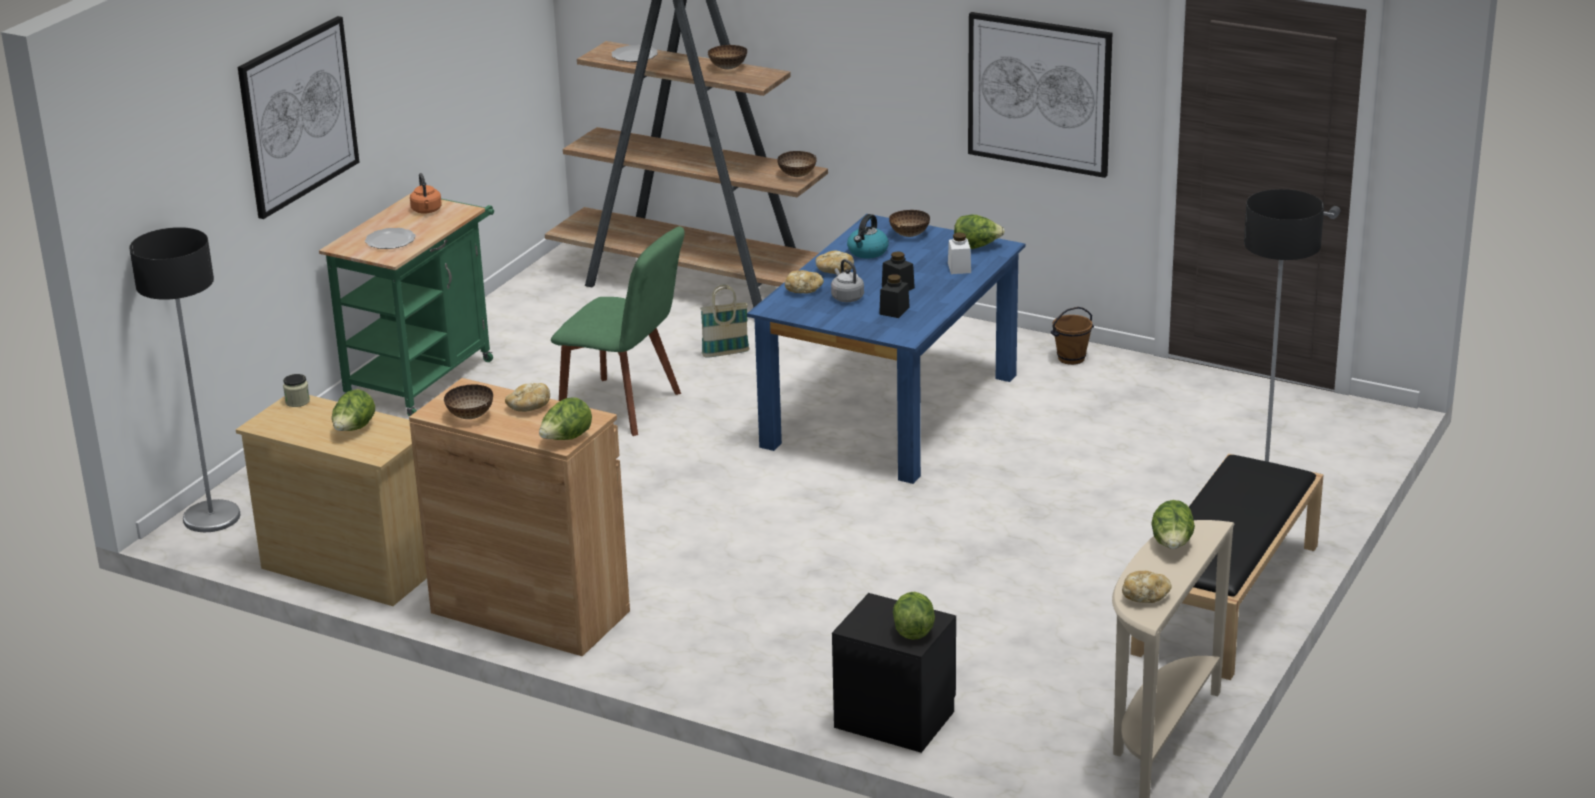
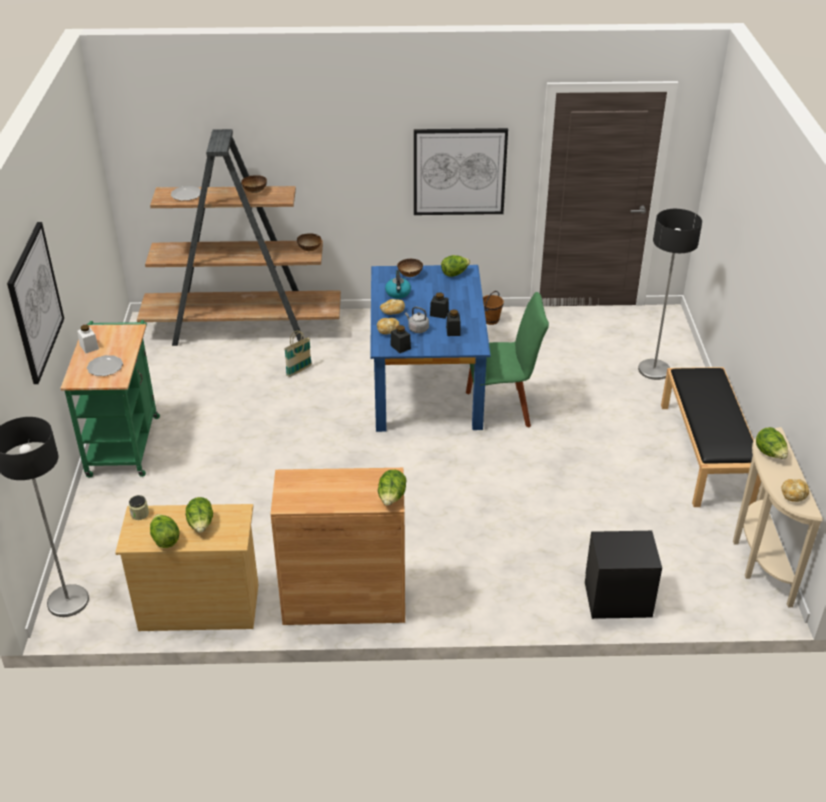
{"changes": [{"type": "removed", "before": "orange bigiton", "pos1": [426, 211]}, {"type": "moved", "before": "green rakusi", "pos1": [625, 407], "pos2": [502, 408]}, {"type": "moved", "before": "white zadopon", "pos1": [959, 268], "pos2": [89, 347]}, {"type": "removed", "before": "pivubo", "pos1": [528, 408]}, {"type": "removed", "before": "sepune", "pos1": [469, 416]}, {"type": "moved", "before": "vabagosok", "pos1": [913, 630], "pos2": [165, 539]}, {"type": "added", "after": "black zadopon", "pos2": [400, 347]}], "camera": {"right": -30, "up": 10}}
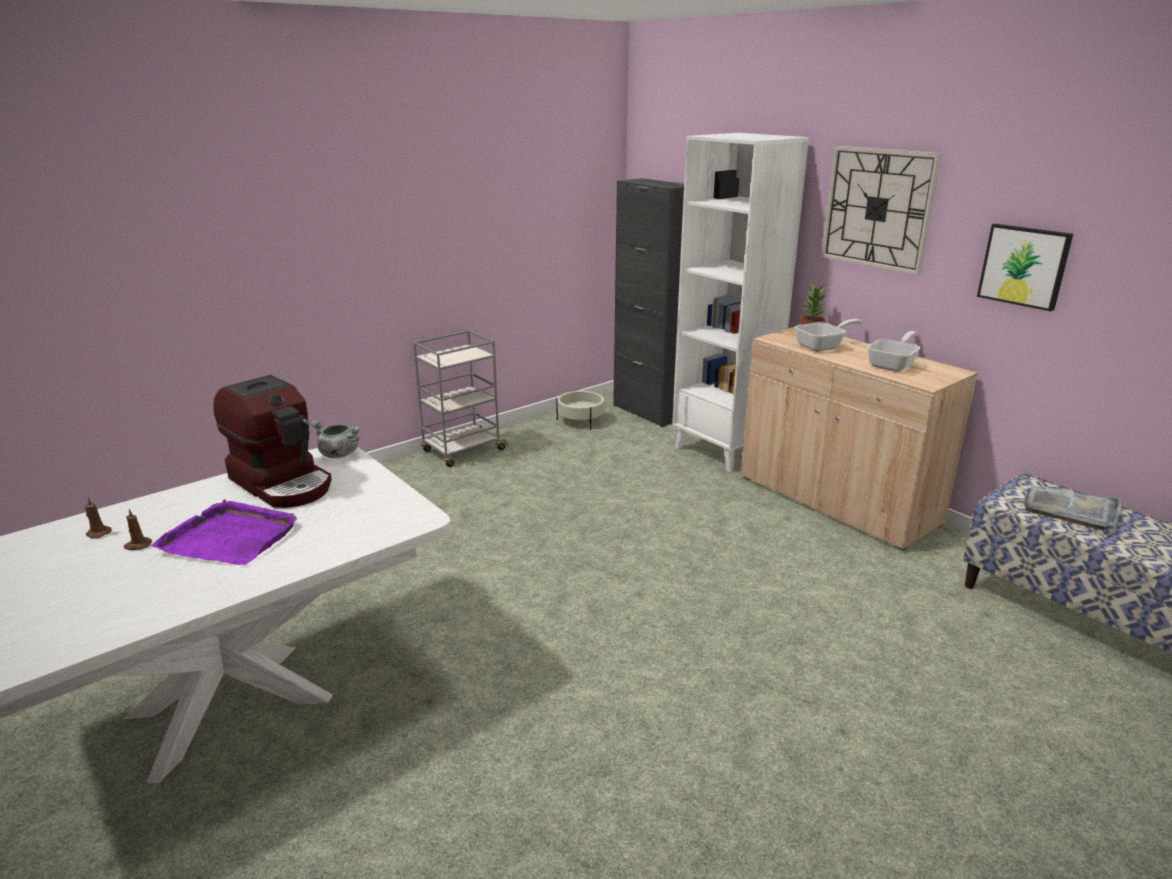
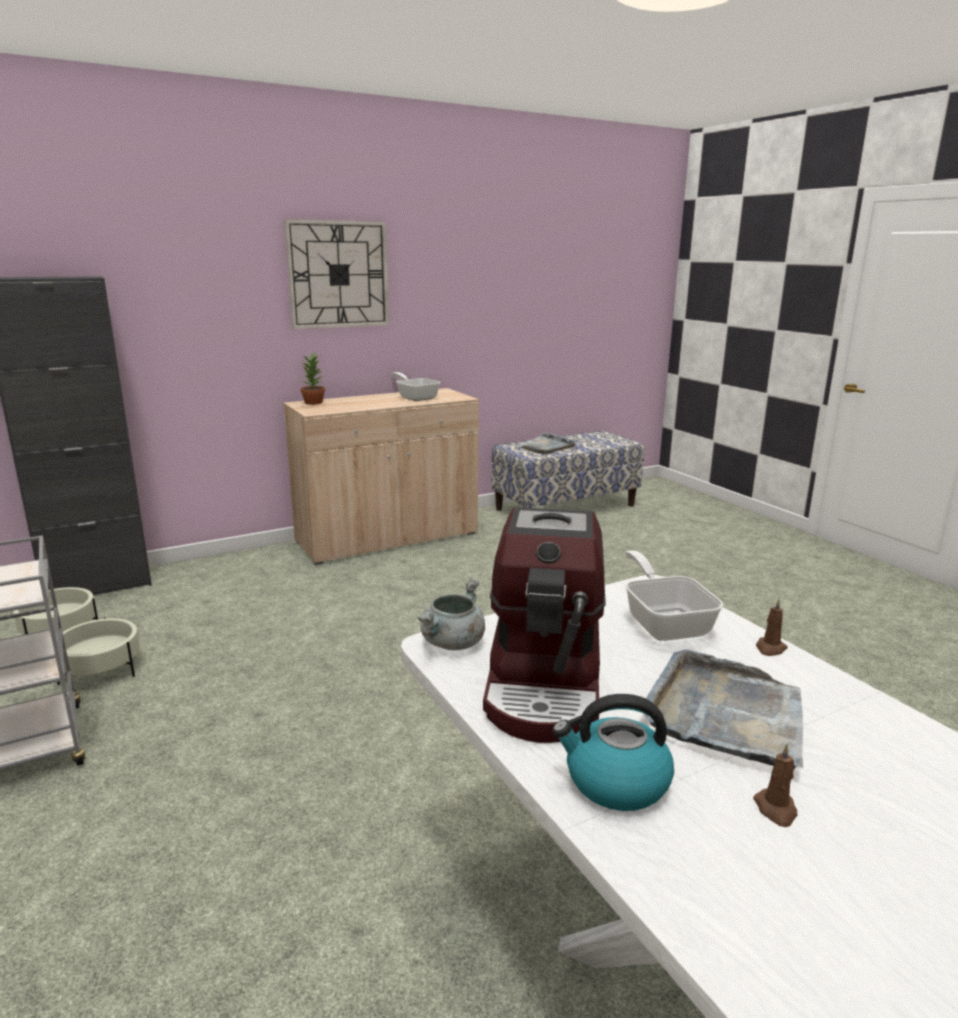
{"changes": [{"type": "removed", "before": "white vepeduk", "pos1": [723, 451]}, {"type": "removed", "before": "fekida", "pos1": [1024, 266]}, {"type": "moved", "before": "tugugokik", "pos1": [823, 346], "pos2": [664, 621]}, {"type": "turned", "before": "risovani", "pos1": [283, 483], "pos2": [546, 684], "turn": 135}, {"type": "moved", "before": "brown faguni", "pos1": [98, 533], "pos2": [770, 648]}, {"type": "recoloured", "before": "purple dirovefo", "after": "grey dirovefo", "pos1": [230, 537], "pos2": [725, 713]}, {"type": "added", "after": "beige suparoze", "pos2": [101, 669]}, {"type": "added", "after": "bigiton", "pos2": [615, 782]}], "camera": {"right": -80, "up": -5}}
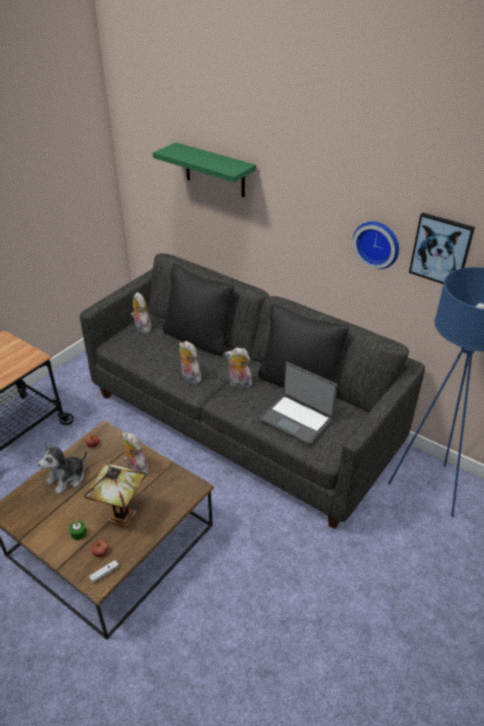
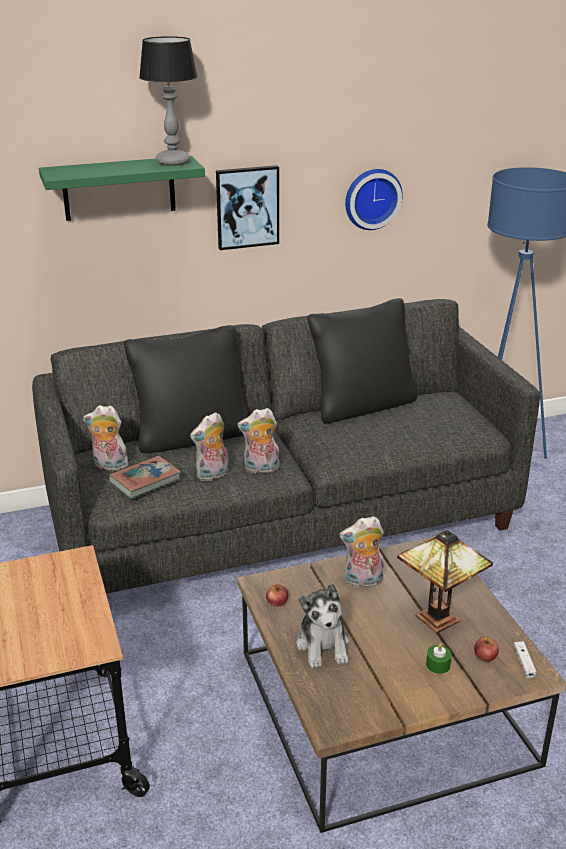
{"changes": [{"type": "moved", "before": "fekida", "pos1": [441, 250], "pos2": [247, 207]}, {"type": "moved", "before": "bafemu", "pos1": [238, 384], "pos2": [212, 475]}, {"type": "removed", "before": "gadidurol", "pos1": [297, 419]}, {"type": "added", "after": "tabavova", "pos2": [173, 162]}, {"type": "added", "after": "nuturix", "pos2": [145, 481]}], "camera": {"right": -55, "up": -10}}
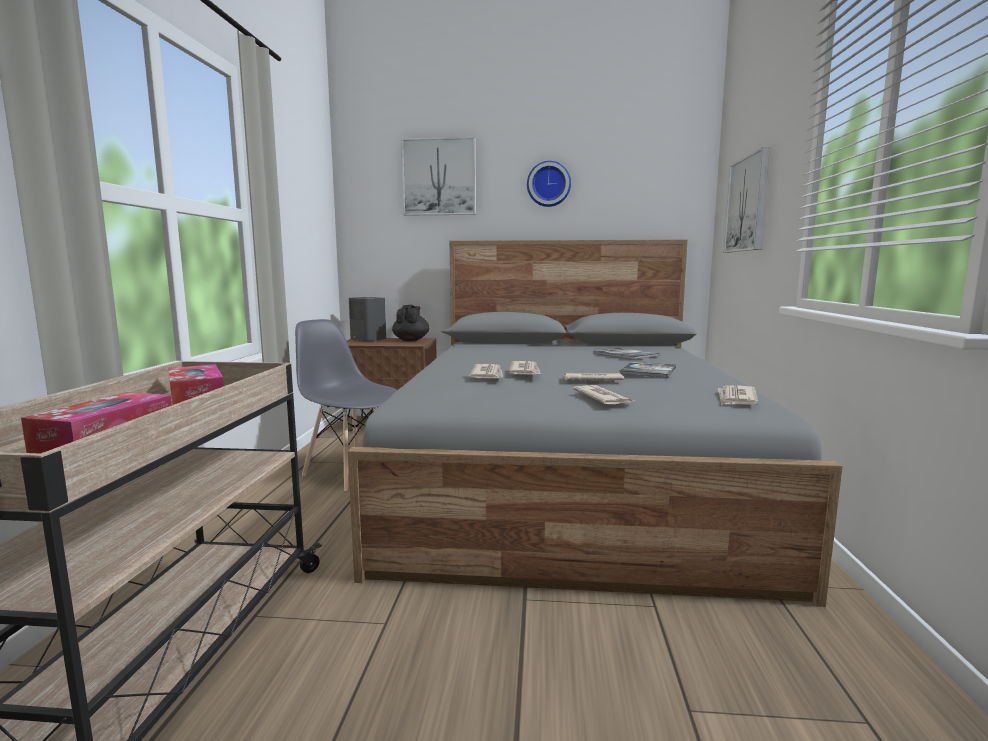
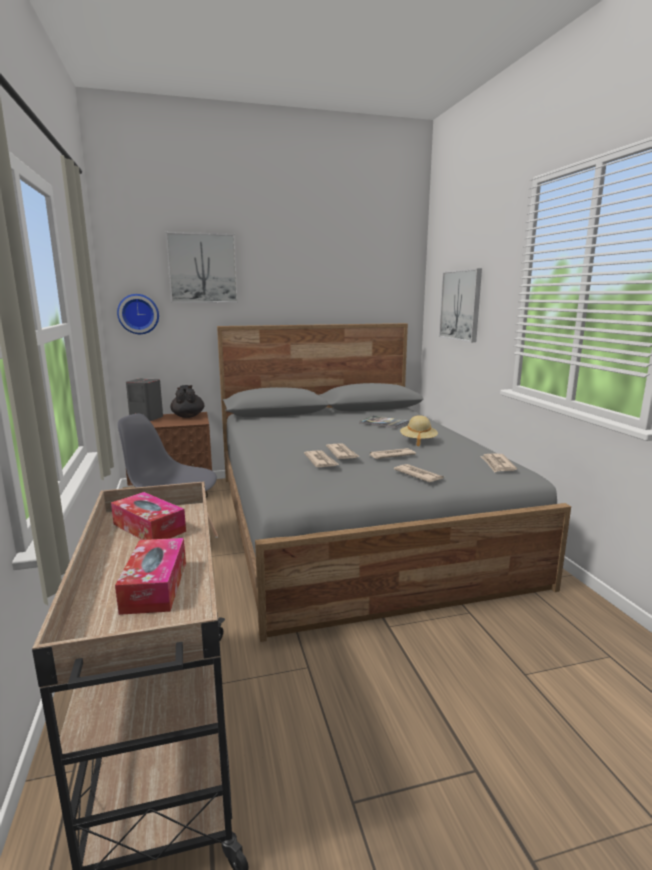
{"changes": [{"type": "moved", "before": "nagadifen", "pos1": [548, 184], "pos2": [138, 314]}, {"type": "replaced", "before": "nuturix", "after": "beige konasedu", "pos1": [648, 371], "pos2": [418, 441]}], "camera": {"right": -20, "up": 5}}
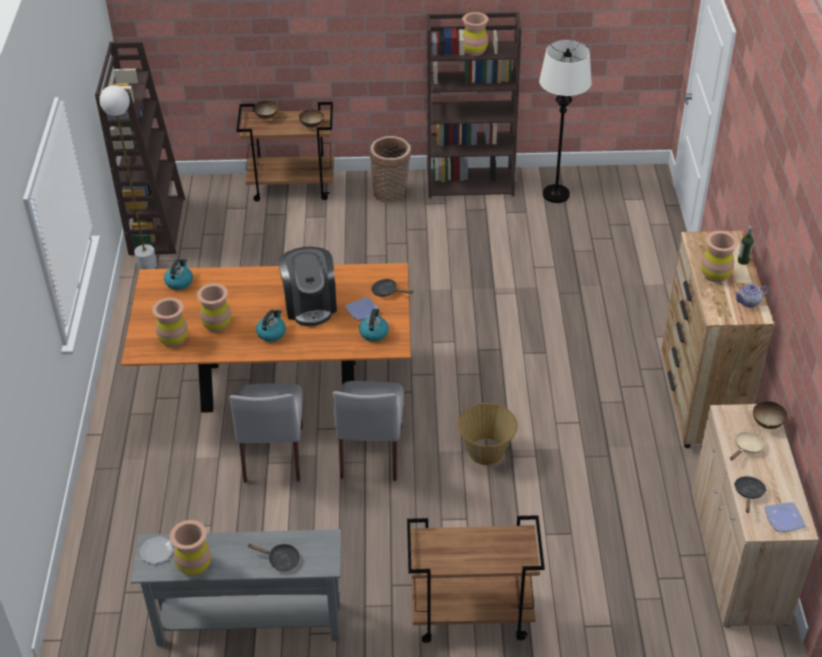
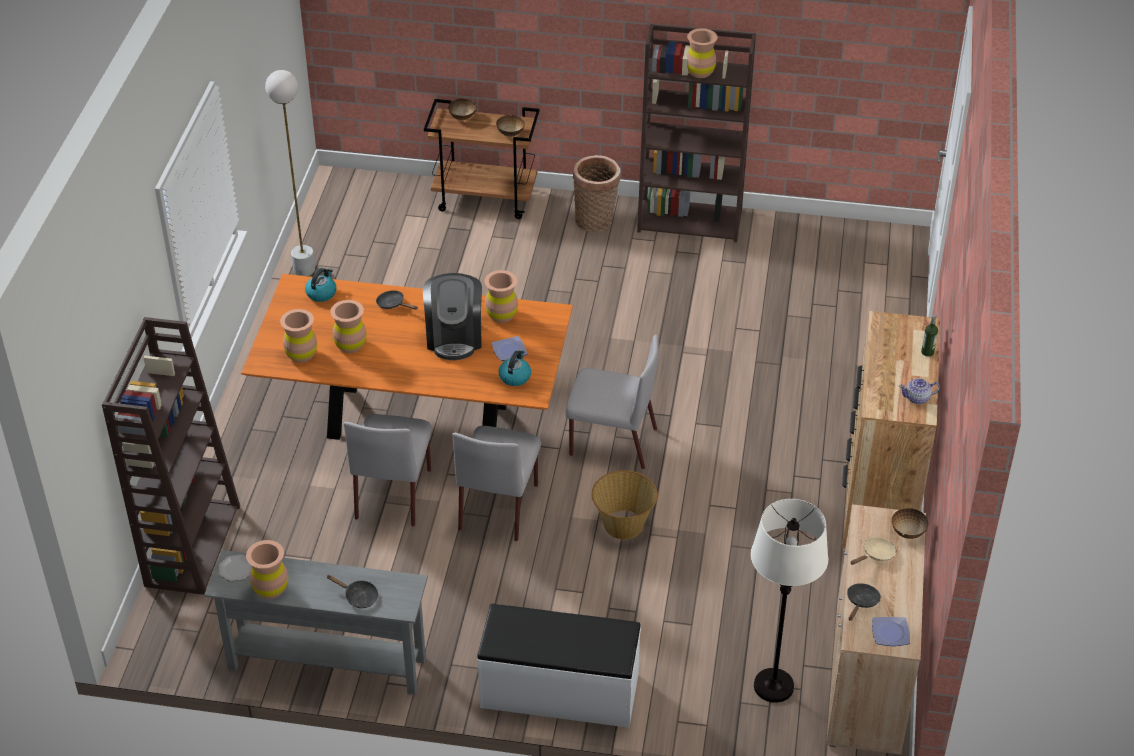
{"changes": [{"type": "moved", "before": "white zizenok", "pos1": [556, 194], "pos2": [773, 686]}, {"type": "moved", "before": "brown vepeduk", "pos1": [156, 225], "pos2": [192, 544]}, {"type": "moved", "before": "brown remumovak", "pos1": [715, 274], "pos2": [501, 315]}, {"type": "moved", "before": "black tugugokik", "pos1": [387, 292], "pos2": [393, 304]}, {"type": "removed", "before": "bigiton", "pos1": [271, 333]}, {"type": "replaced", "before": "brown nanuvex", "after": "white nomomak", "pos1": [470, 616], "pos2": [559, 692]}, {"type": "added", "after": "grey rakusi", "pos2": [611, 442]}], "camera": {"right": 10, "up": 0}}
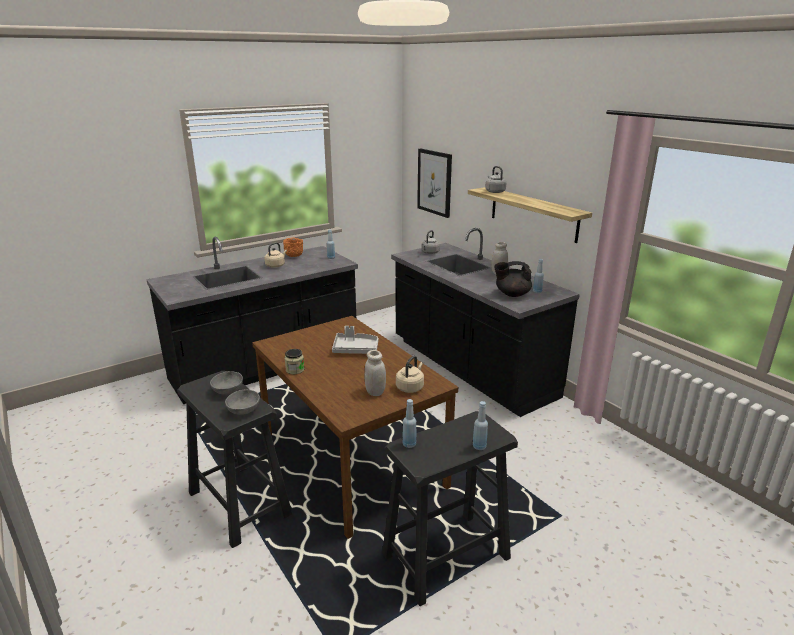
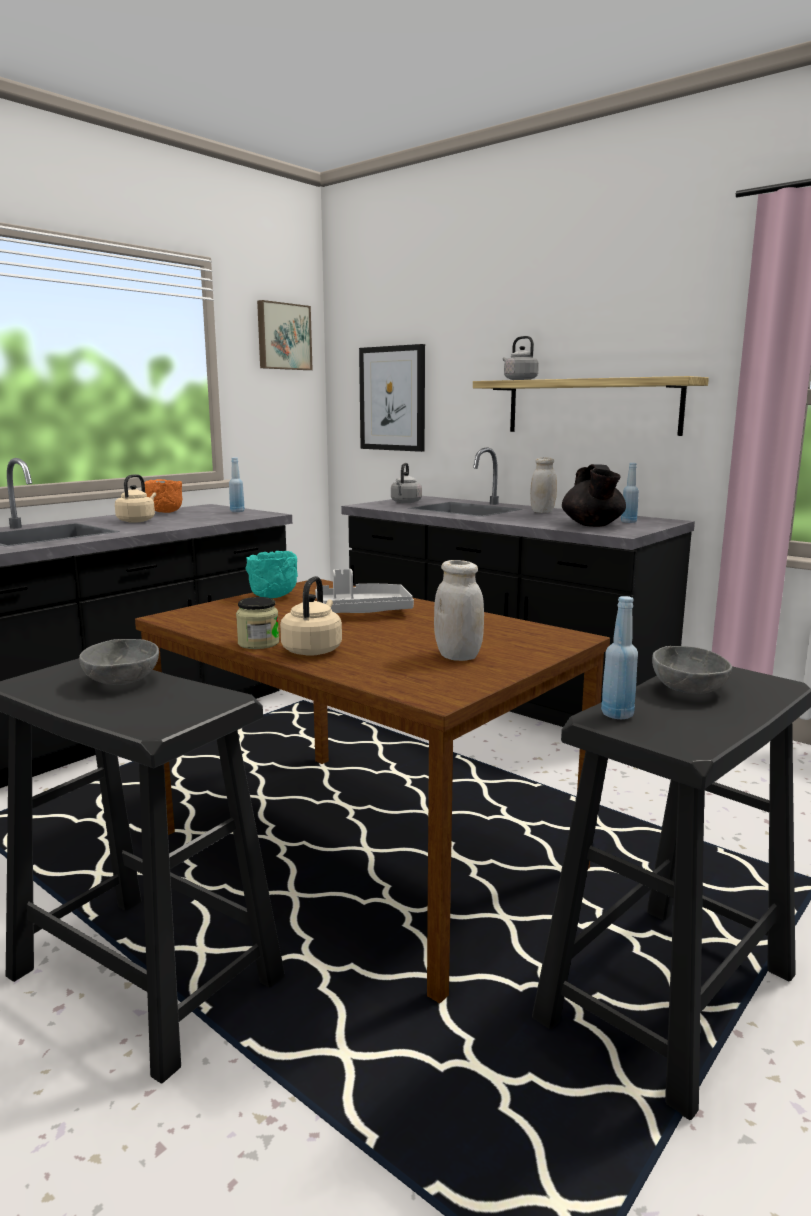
{"changes": [{"type": "turned", "before": "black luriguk", "pos1": [512, 294], "pos2": [592, 525], "turn": -75}, {"type": "moved", "before": "beige bigiton", "pos1": [410, 387], "pos2": [313, 650]}, {"type": "moved", "before": "grey sepune", "pos1": [244, 410], "pos2": [690, 690]}, {"type": "removed", "before": "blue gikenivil", "pos1": [479, 446]}, {"type": "added", "after": "fekida", "pos2": [283, 336]}, {"type": "added", "after": "turquoise sepune", "pos2": [274, 597]}], "camera": {"right": -15, "up": -10}}
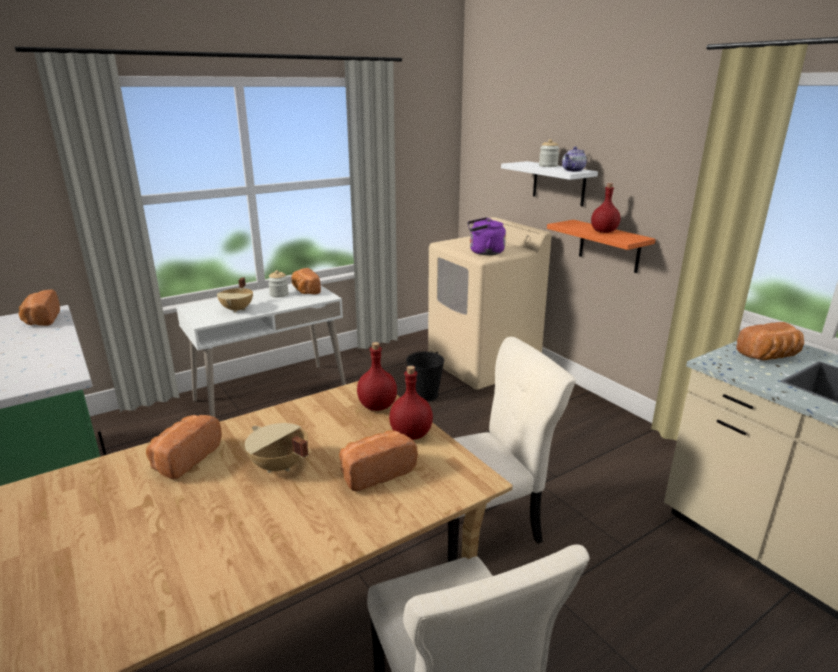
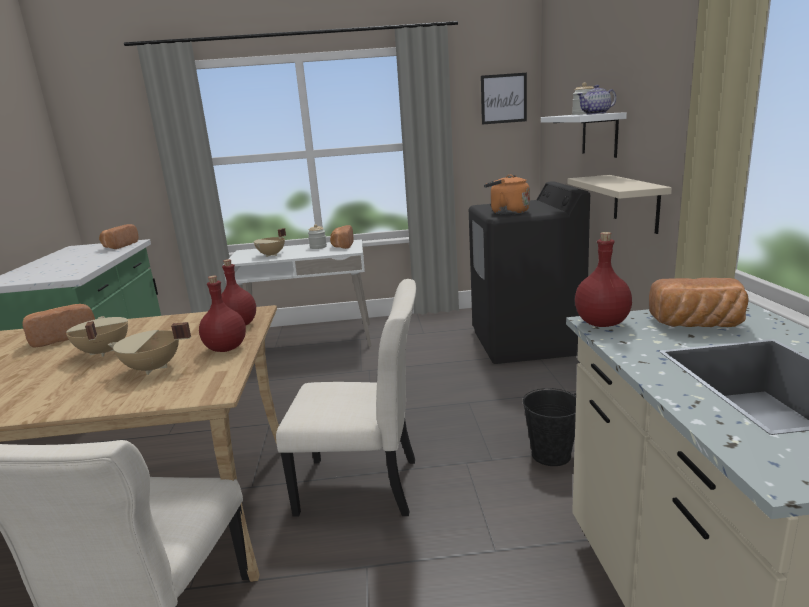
{"changes": [{"type": "moved", "before": "red gikenivil", "pos1": [603, 231], "pos2": [601, 323]}, {"type": "recoloured", "before": "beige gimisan", "after": "black gimisan", "pos1": [483, 364], "pos2": [525, 342]}, {"type": "recoloured", "before": "purple bigiton", "after": "orange bigiton", "pos1": [484, 252], "pos2": [507, 212]}, {"type": "recoloured", "before": "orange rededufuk", "after": "beige rededufuk", "pos1": [609, 246], "pos2": [636, 203]}, {"type": "moved", "before": "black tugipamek", "pos1": [425, 395], "pos2": [551, 455]}, {"type": "replaced", "before": "pivubo", "after": "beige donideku", "pos1": [375, 472], "pos2": [153, 369]}, {"type": "added", "after": "fekida", "pos2": [503, 98]}], "camera": {"right": 30, "up": -5}}
